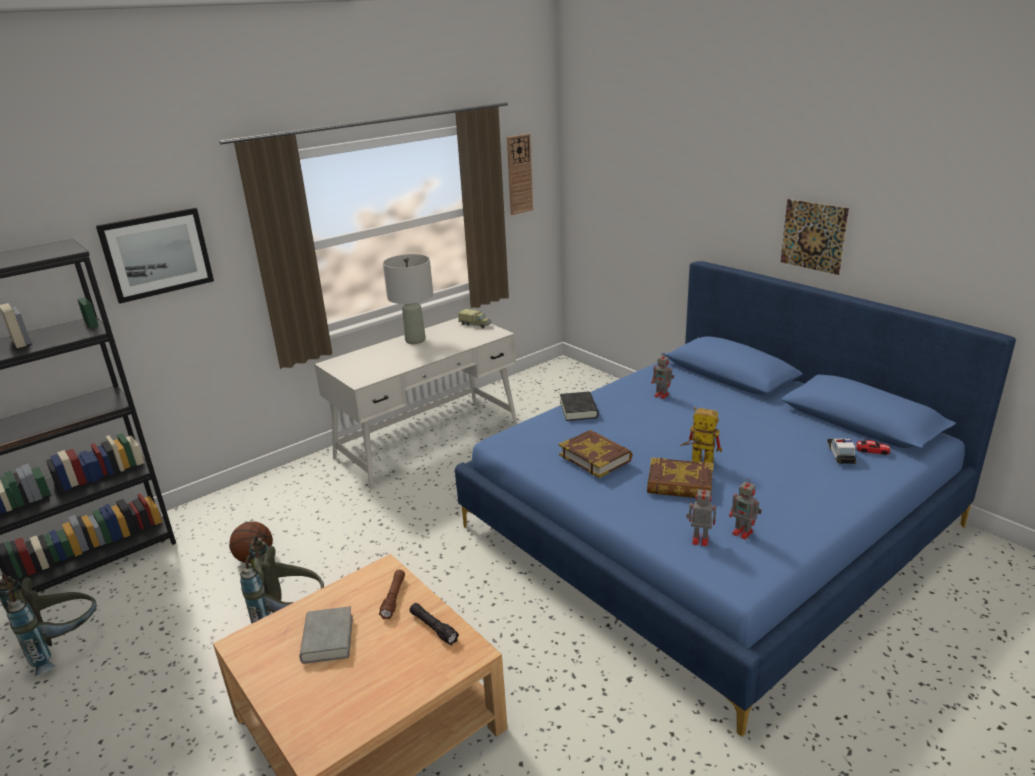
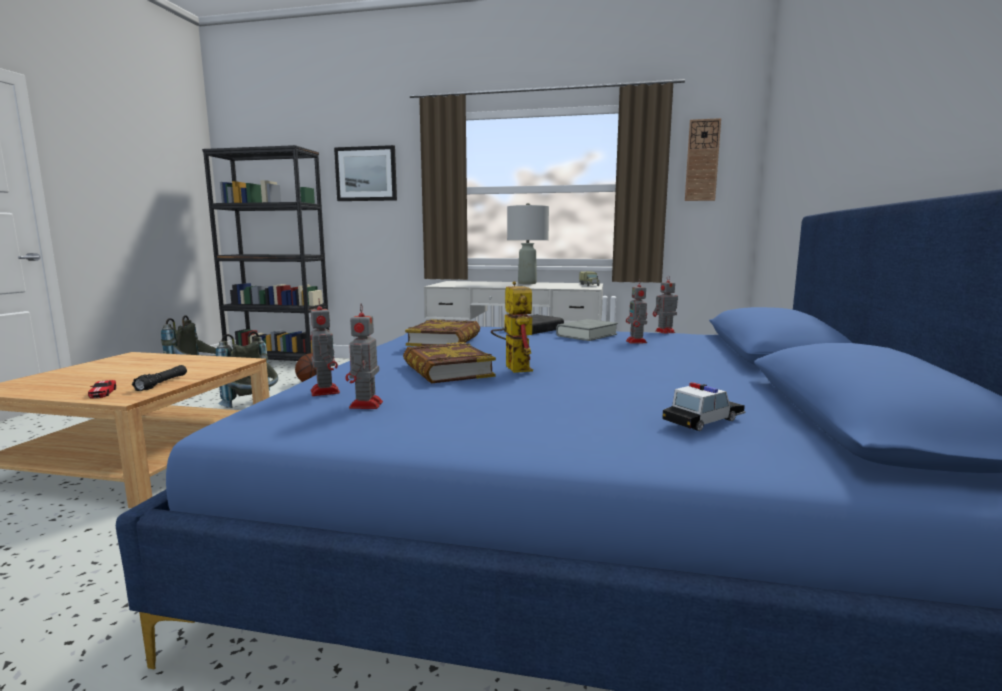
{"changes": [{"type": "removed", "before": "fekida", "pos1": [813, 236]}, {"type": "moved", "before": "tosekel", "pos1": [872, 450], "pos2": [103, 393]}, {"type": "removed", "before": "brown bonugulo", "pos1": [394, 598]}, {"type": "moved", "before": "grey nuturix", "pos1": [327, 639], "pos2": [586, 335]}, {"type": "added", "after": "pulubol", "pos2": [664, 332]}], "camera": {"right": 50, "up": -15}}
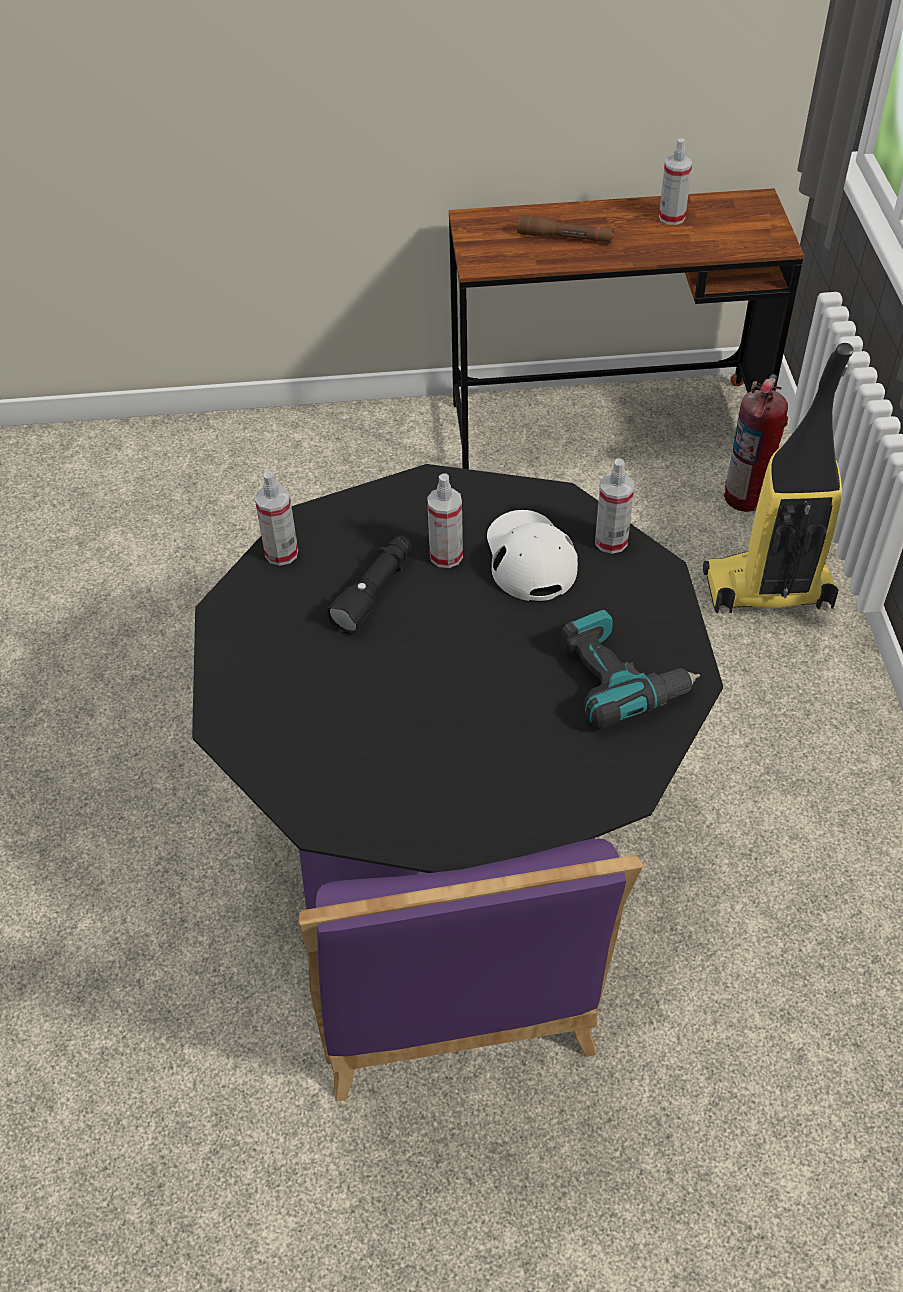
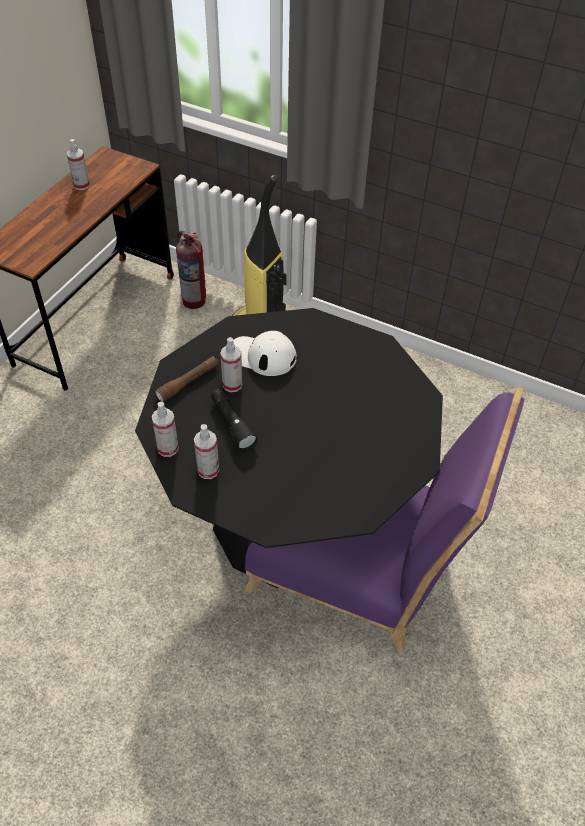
{"changes": [{"type": "moved", "before": "brown bonugulo", "pos1": [565, 238], "pos2": [188, 382]}, {"type": "moved", "before": "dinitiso", "pos1": [611, 541], "pos2": [208, 470]}, {"type": "removed", "before": "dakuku", "pos1": [620, 678]}], "camera": {"right": -60, "up": 0}}
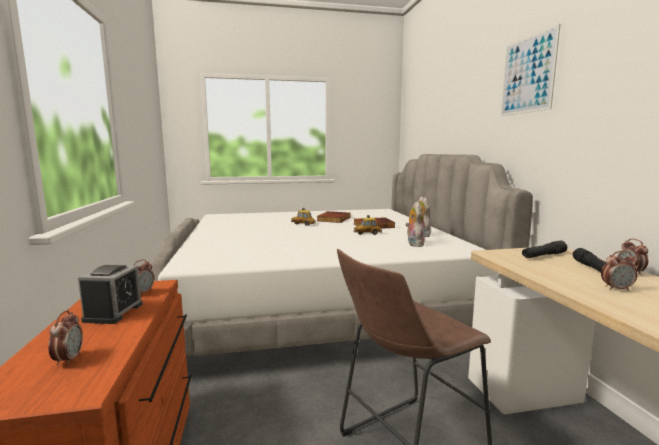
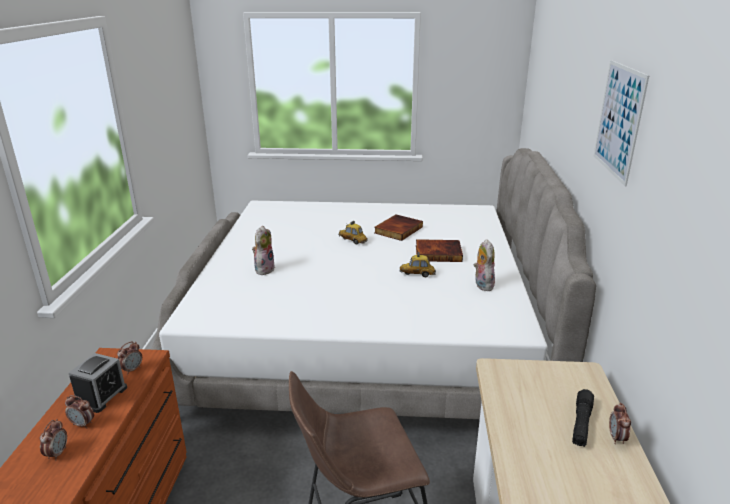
{"changes": [{"type": "moved", "before": "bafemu", "pos1": [414, 244], "pos2": [264, 269]}, {"type": "removed", "before": "black bonugulo", "pos1": [543, 256]}, {"type": "moved", "before": "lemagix", "pos1": [616, 289], "pos2": [83, 424]}], "camera": {"right": 15, "up": 15}}
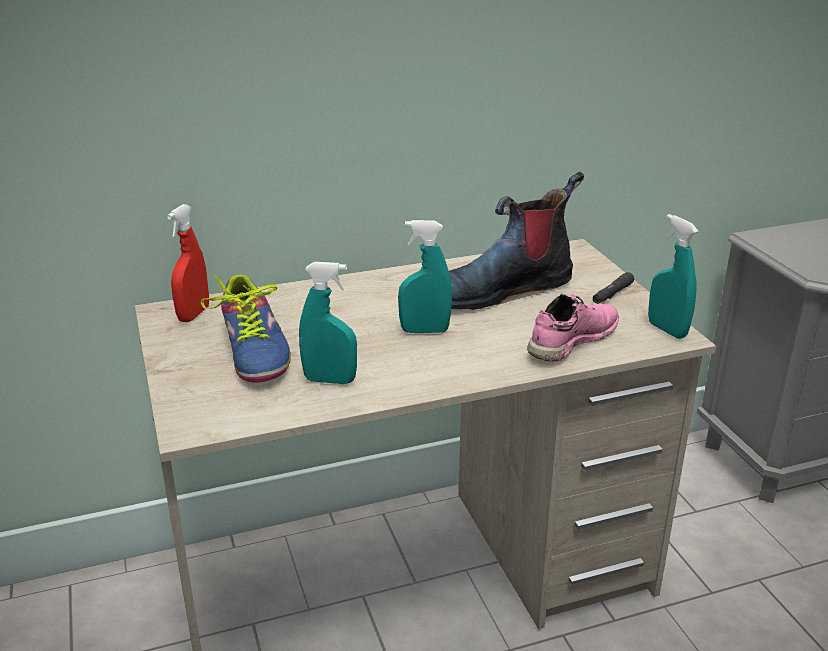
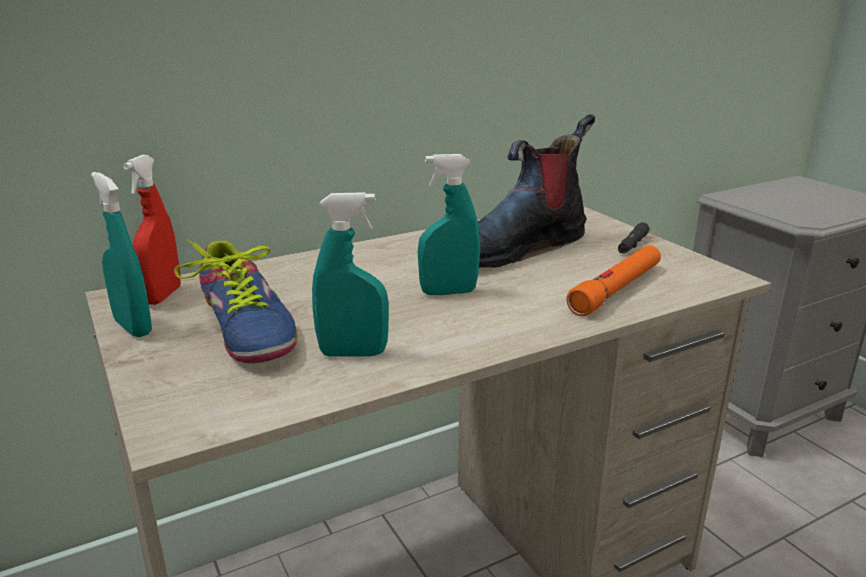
{"changes": [{"type": "moved", "before": "turquoise dinitiso", "pos1": [667, 330], "pos2": [133, 327]}, {"type": "replaced", "before": "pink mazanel", "after": "orange bonugulo", "pos1": [571, 340], "pos2": [617, 289]}], "camera": {"right": -10, "up": -5}}
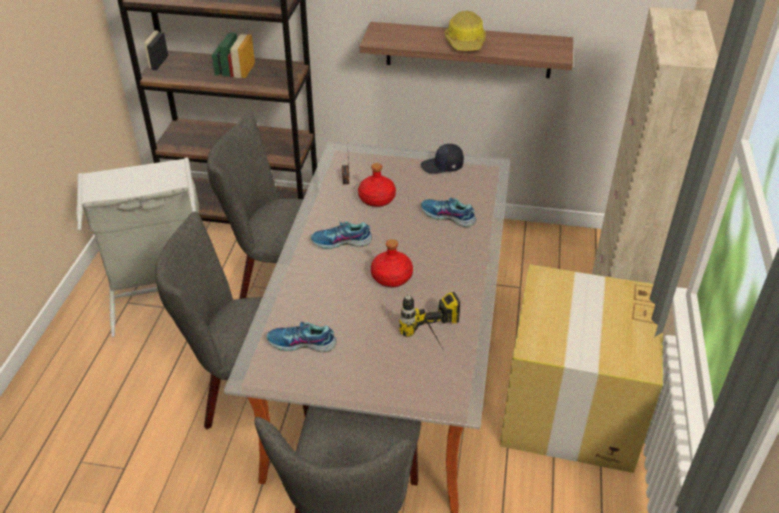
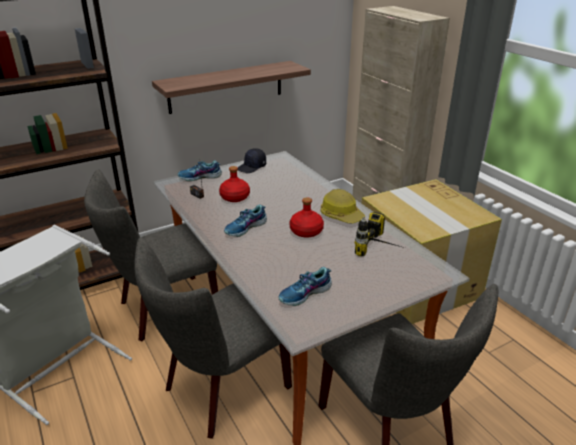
{"changes": [{"type": "moved", "before": "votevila", "pos1": [466, 42], "pos2": [341, 215]}, {"type": "moved", "before": "mazanel", "pos1": [447, 217], "pos2": [200, 177]}], "camera": {"right": -40, "up": -10}}
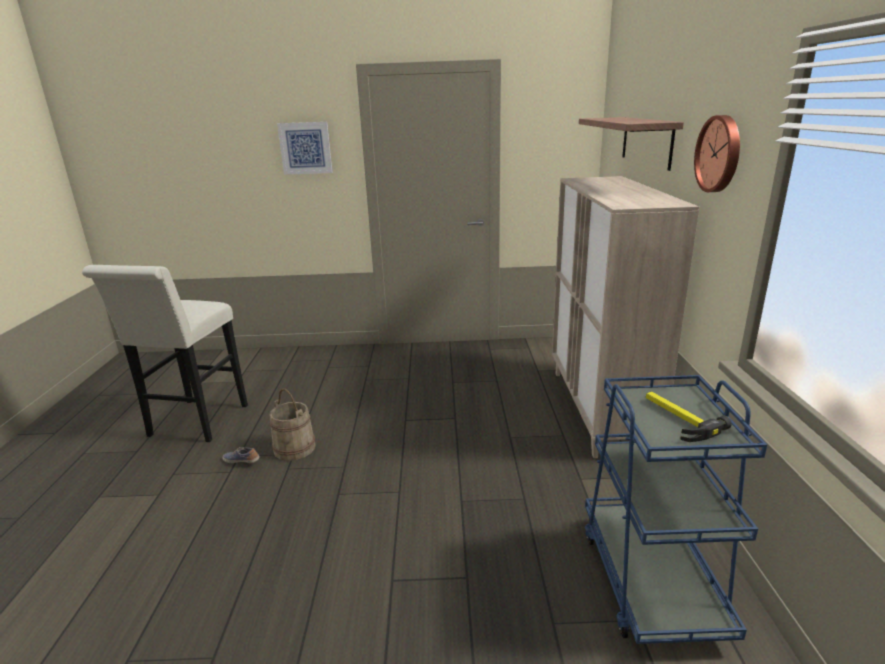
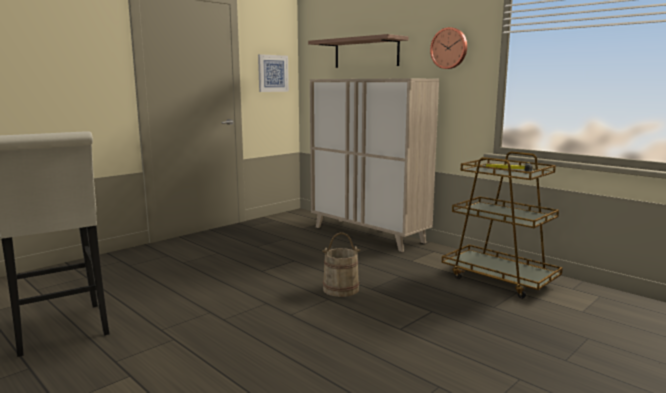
{"changes": [{"type": "moved", "before": "fekida", "pos1": [305, 148], "pos2": [273, 73]}, {"type": "recoloured", "before": "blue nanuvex", "after": "brown nanuvex", "pos1": [651, 579], "pos2": [499, 279]}, {"type": "moved", "before": "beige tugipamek", "pos1": [295, 448], "pos2": [341, 289]}, {"type": "removed", "before": "mazanel", "pos1": [242, 461]}], "camera": {"right": -45, "up": -10}}
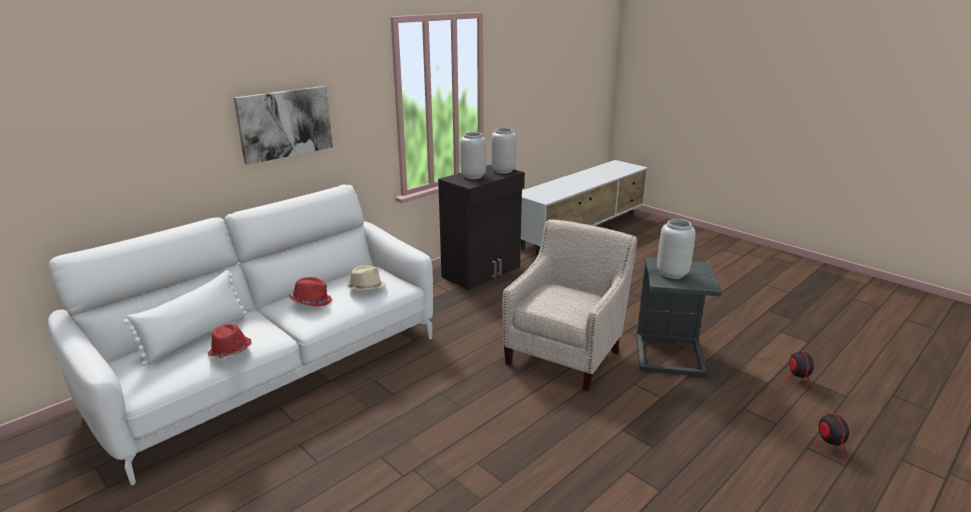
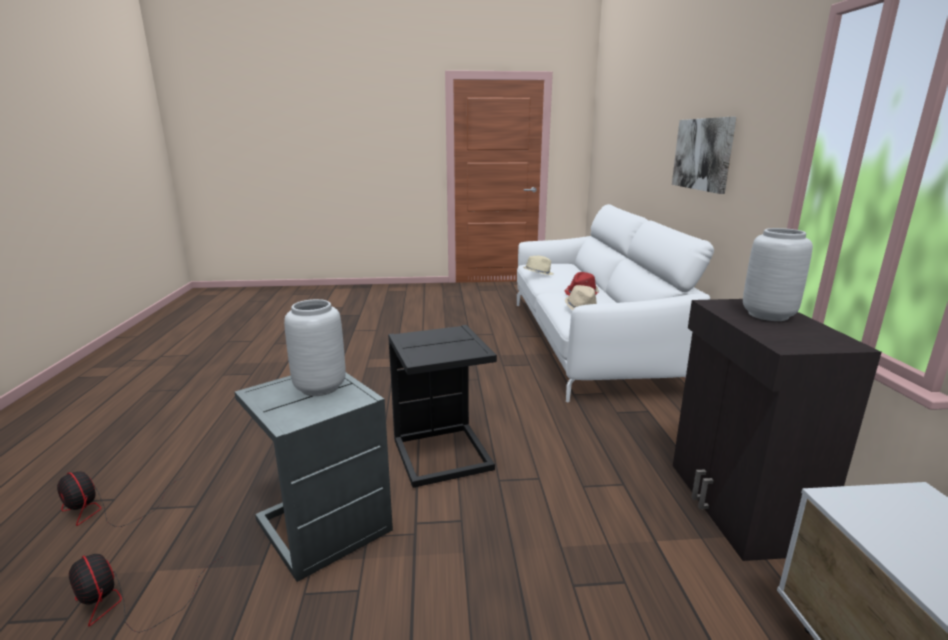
{"changes": [{"type": "removed", "before": "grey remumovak", "pos1": [503, 170]}, {"type": "replaced", "before": "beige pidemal", "after": "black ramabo", "pos1": [566, 353], "pos2": [441, 457]}, {"type": "removed", "before": "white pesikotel", "pos1": [196, 337]}, {"type": "recoloured", "before": "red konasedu", "after": "beige konasedu", "pos1": [230, 352], "pos2": [538, 273]}], "camera": {"right": 130, "up": -5}}
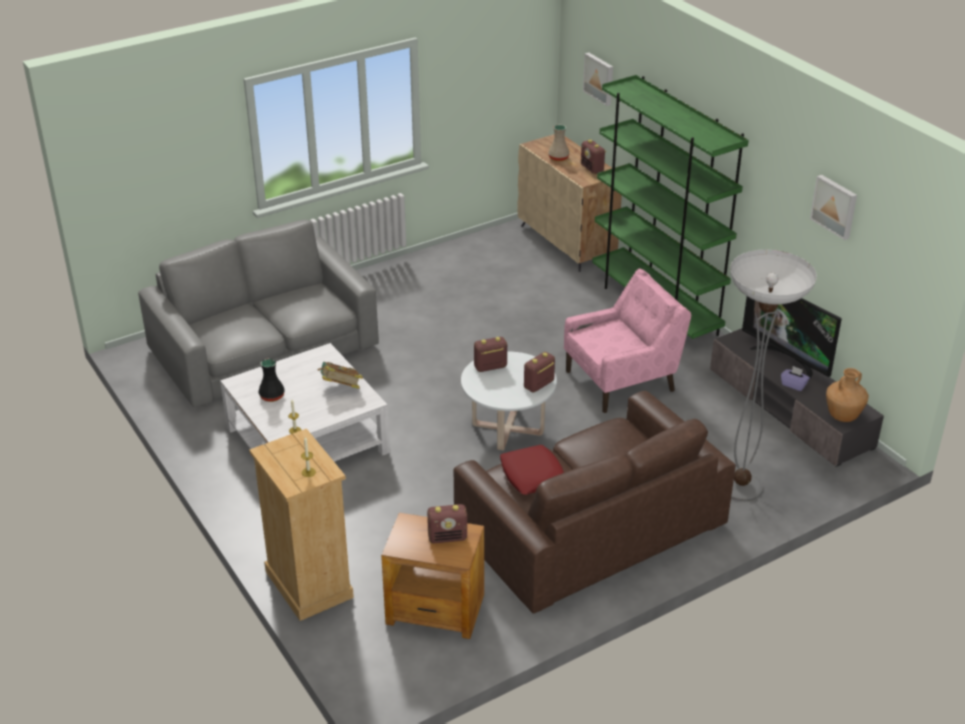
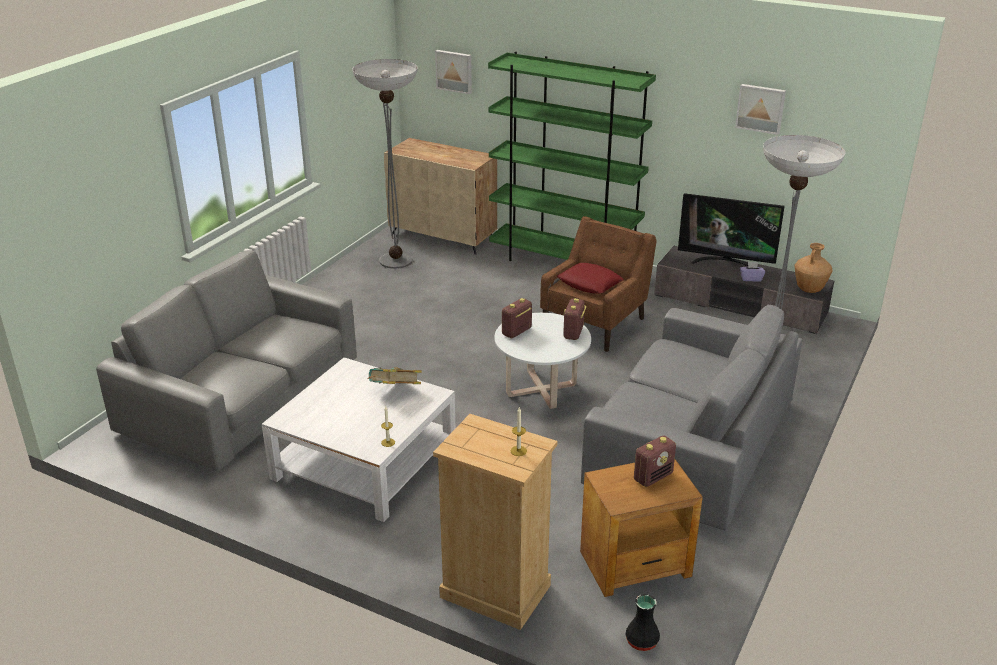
{"changes": [{"type": "removed", "before": "beige remumovak", "pos1": [558, 158]}, {"type": "removed", "before": "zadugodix", "pos1": [592, 169]}, {"type": "recoloured", "before": "pink pidemal", "after": "brown pidemal", "pos1": [621, 381], "pos2": [595, 324]}, {"type": "moved", "before": "black remumovak", "pos1": [271, 396], "pos2": [641, 641]}, {"type": "recoloured", "before": "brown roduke", "after": "grey roduke", "pos1": [589, 527], "pos2": [689, 443]}, {"type": "moved", "before": "red pesikotel", "pos1": [532, 475], "pos2": [590, 283]}, {"type": "added", "after": "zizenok", "pos2": [396, 261]}], "camera": {"right": -30, "up": -5}}
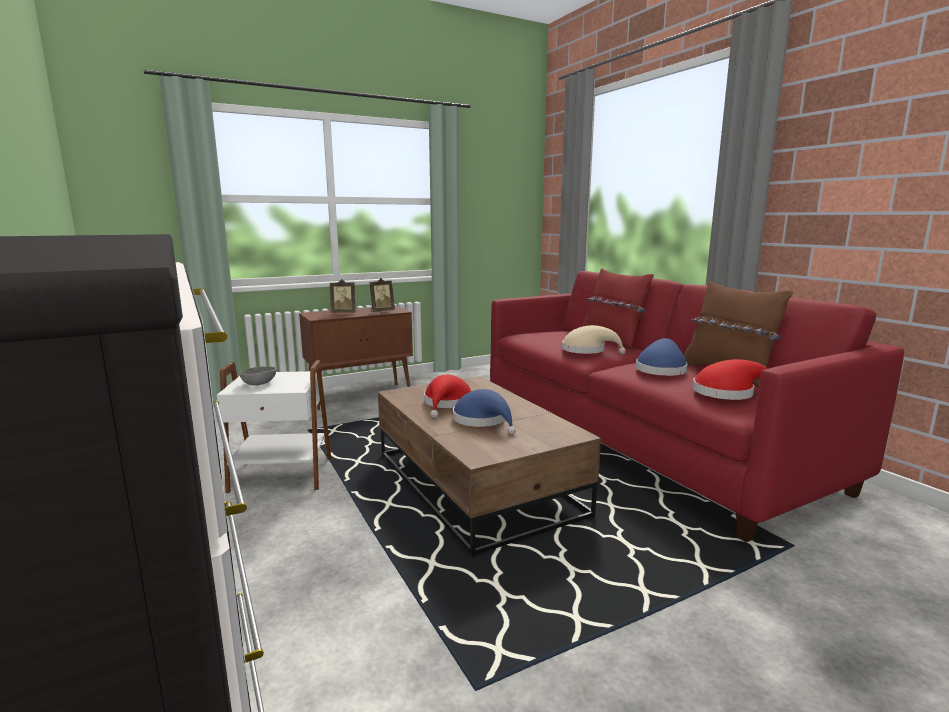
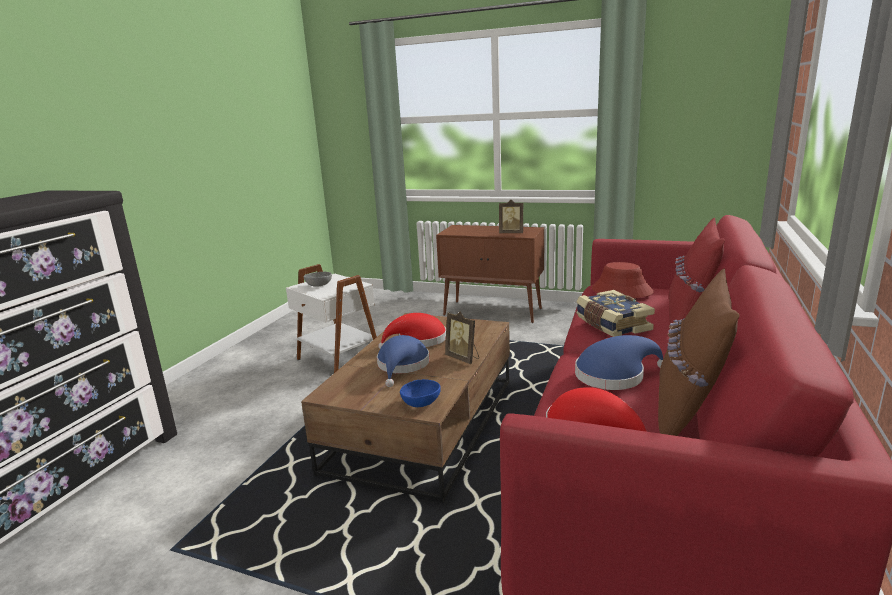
{"changes": [{"type": "moved", "before": "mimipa", "pos1": [344, 313], "pos2": [463, 358]}, {"type": "replaced", "before": "beige konasedu", "after": "nuturix", "pos1": [587, 350], "pos2": [611, 325]}, {"type": "added", "after": "red konasedu", "pos2": [621, 291]}, {"type": "added", "after": "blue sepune", "pos2": [420, 403]}], "camera": {"right": 50, "up": 5}}
